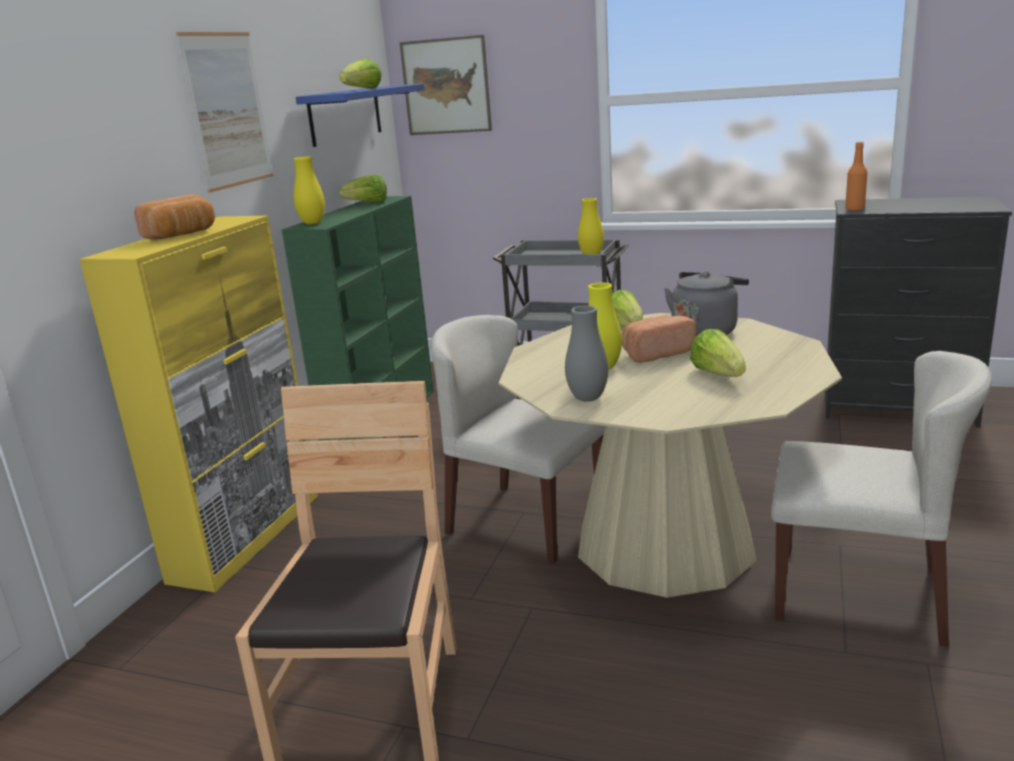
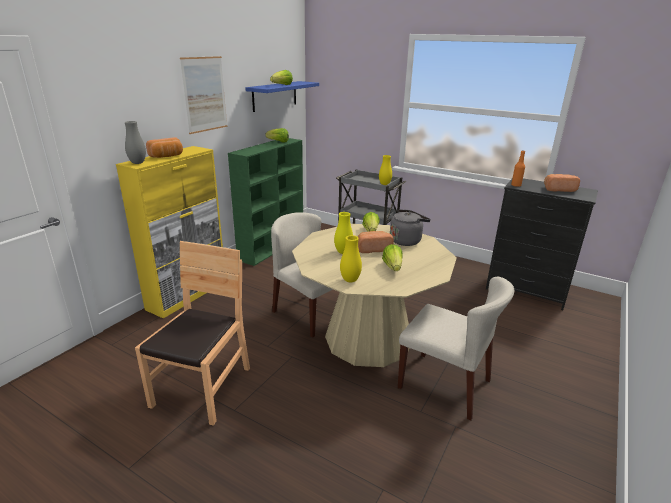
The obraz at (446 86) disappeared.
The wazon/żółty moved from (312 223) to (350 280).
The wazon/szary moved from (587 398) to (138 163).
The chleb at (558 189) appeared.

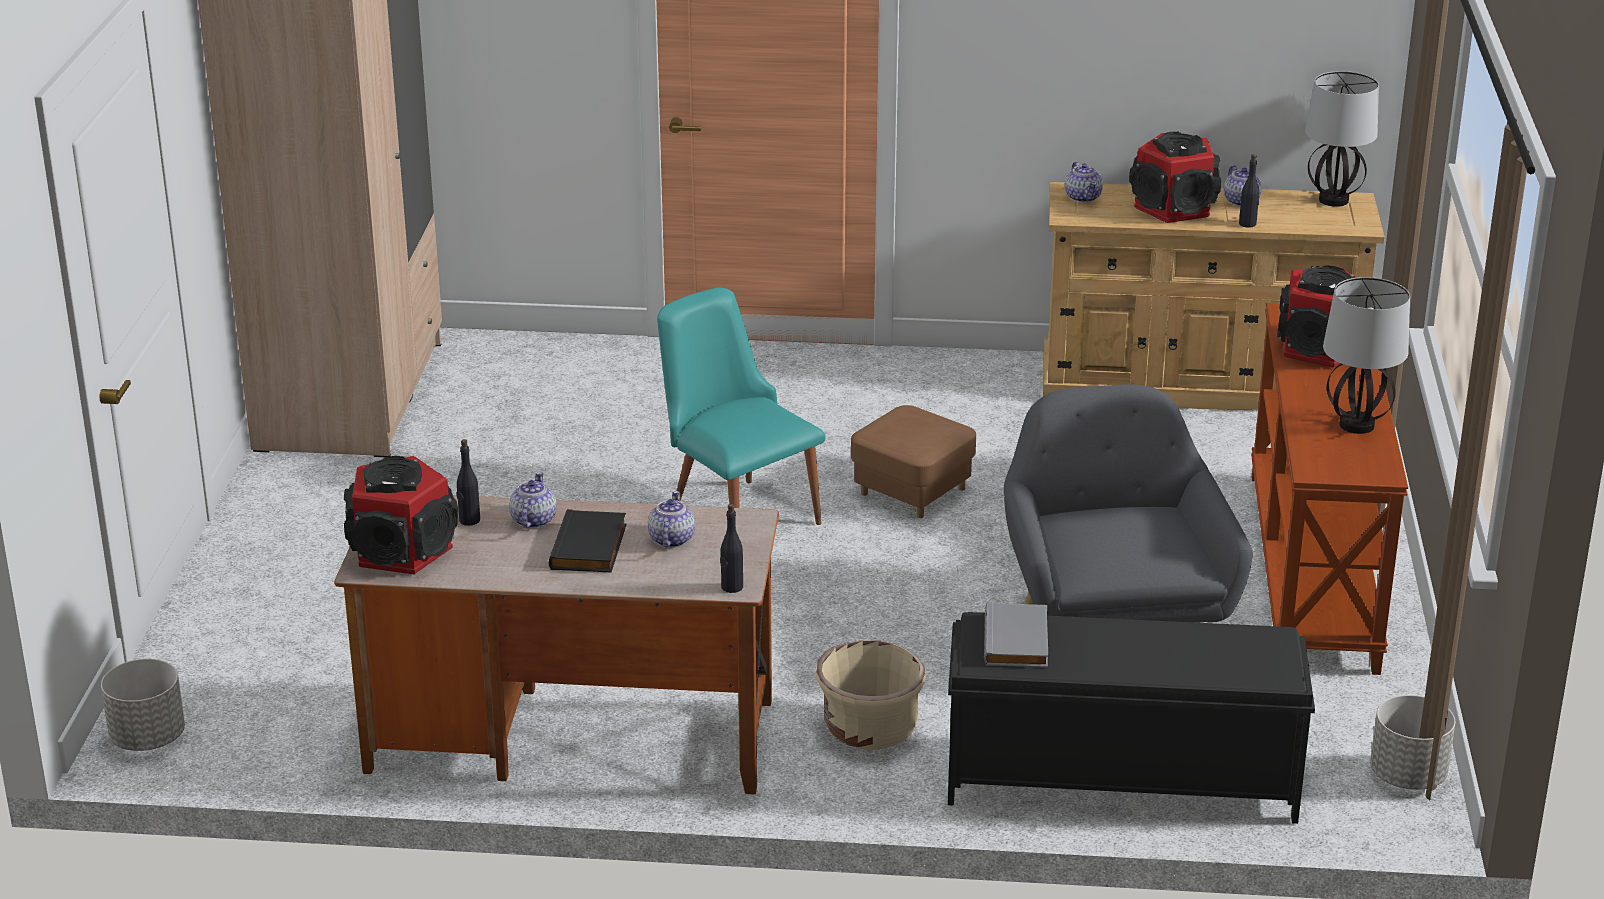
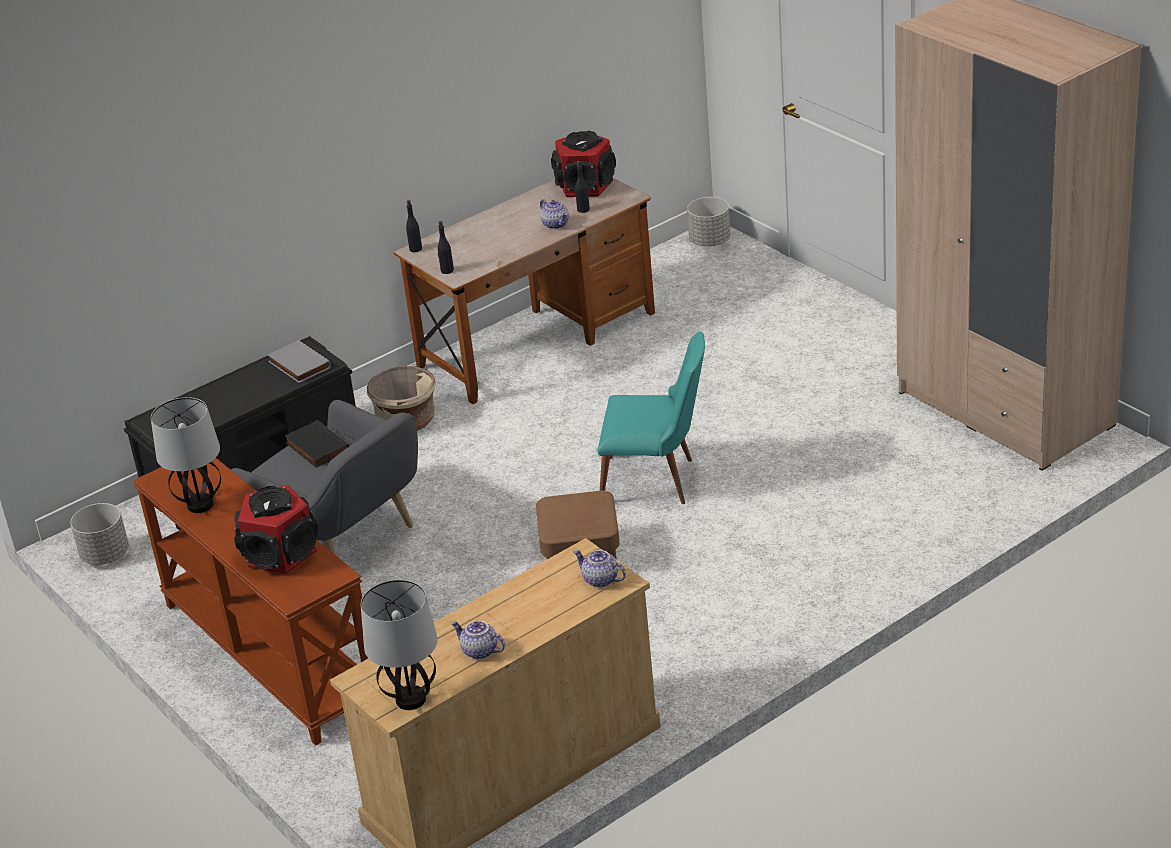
The głośnik at (1174 207) disappeared.
The butelka/czarny moved from (1247 224) to (447 271).
The imbryk at (670 539) disappeared.
The książka/czarny moved from (590 547) to (316 448).

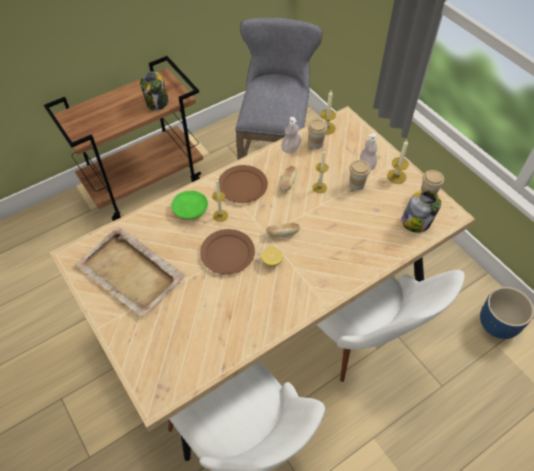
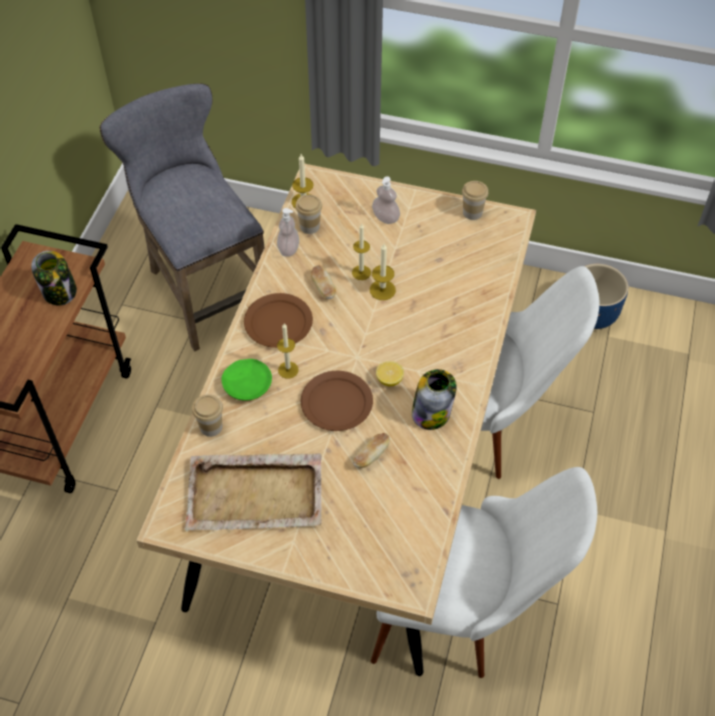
The świeca moved from (396 176) to (382 290).
The filiżanka moved from (356 184) to (211 427).
The słoik moved from (416 222) to (431 413).
The chleb moved from (282 233) to (371 455).

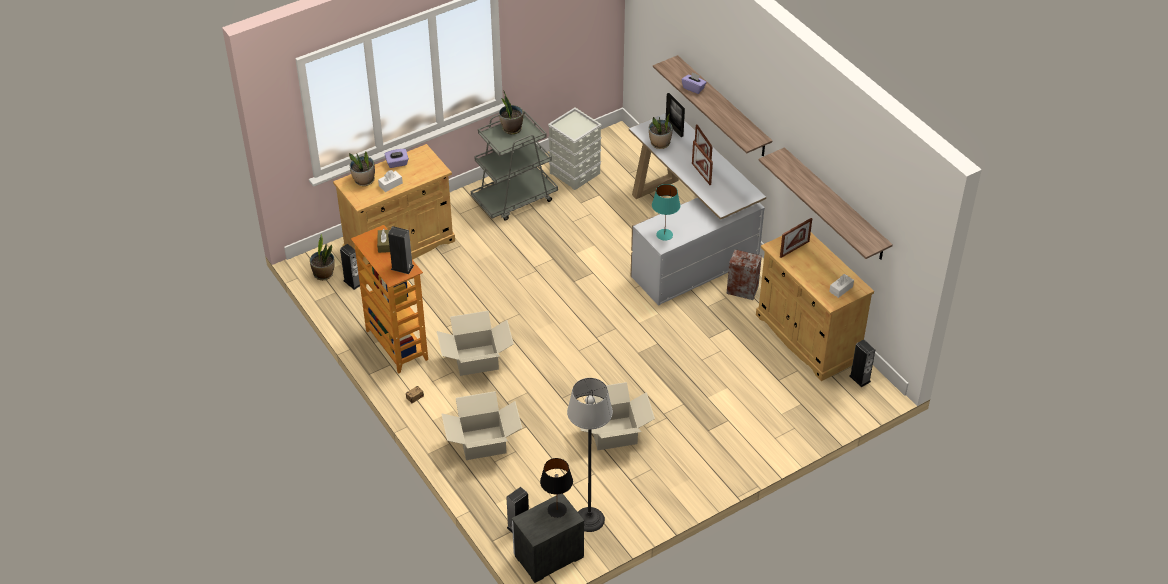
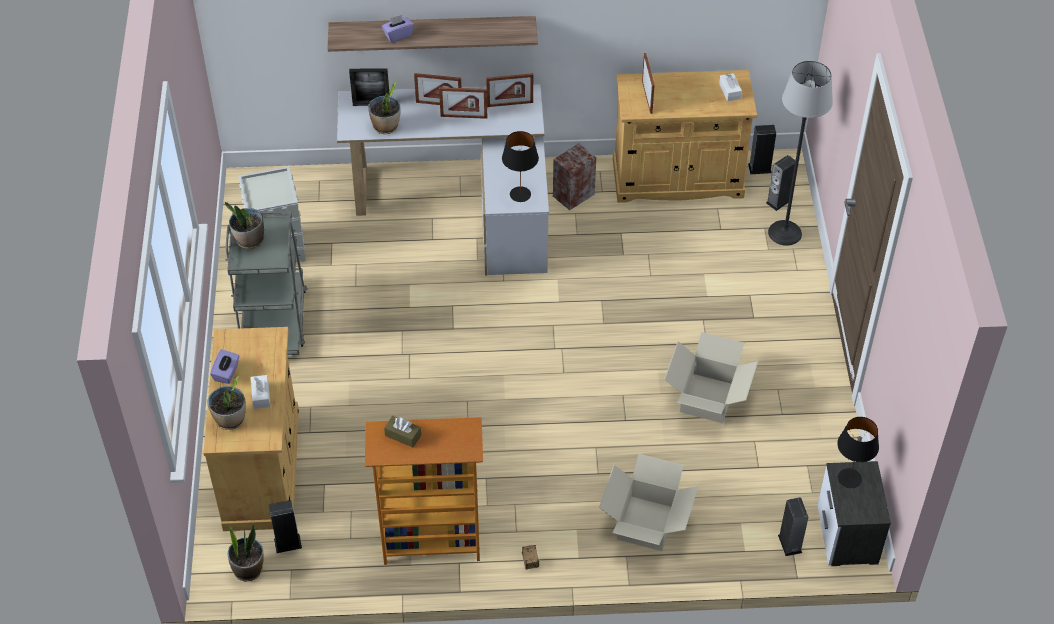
The półka at (835 205) disappeared.
The lampa stołowa/turkusowy at (664 234) became the lampa stołowa/czarny at (520 194).
The głośnik moved from (402 267) to (778 201).
The karton at (476 360) disappeared.
The lampa stojąca moved from (589 519) to (785 233).
The ramka na zdjęcie at (510 104) appeared.

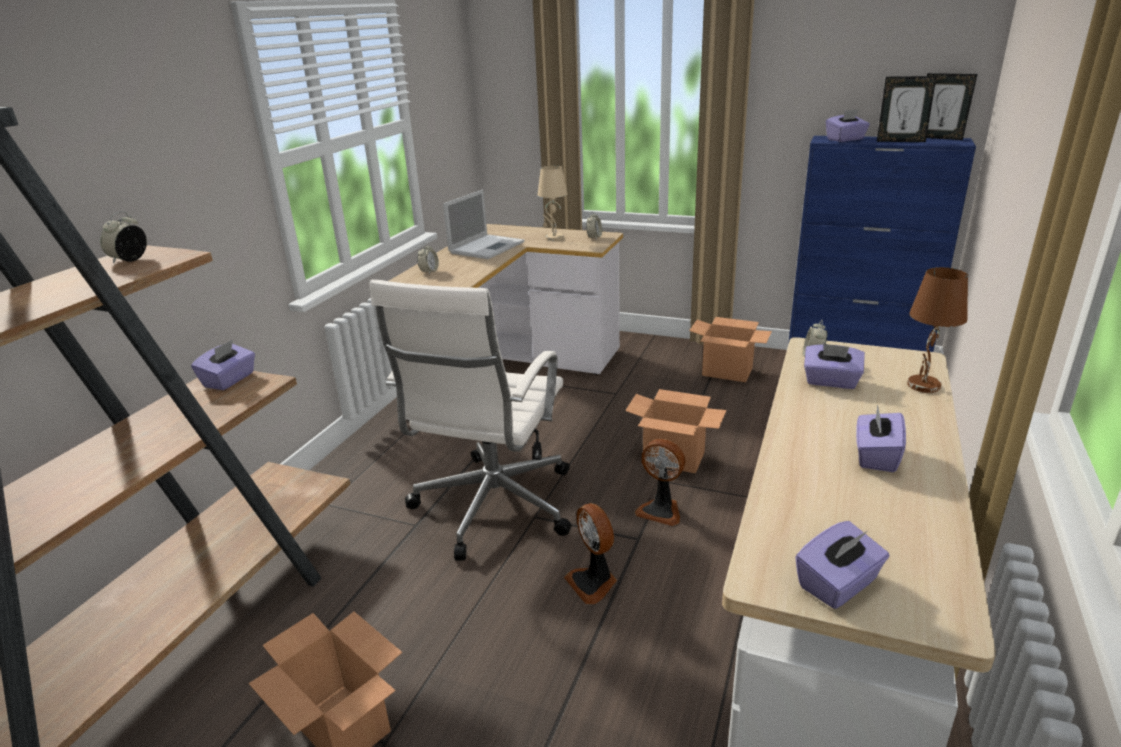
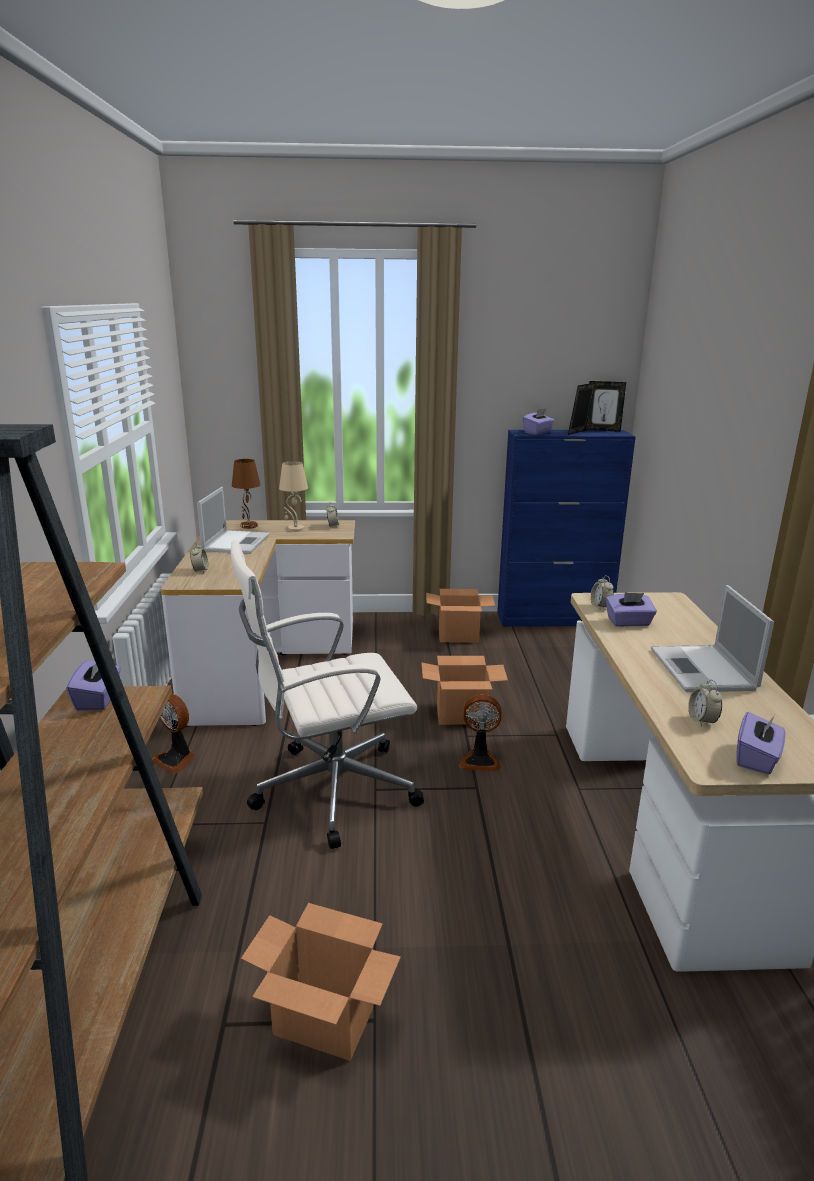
The ramka na zdjęcie at (900 141) turned 135 degrees clockwise.
The budzik moved from (130 260) to (702 720).
The lampa stołowa/brązowy moved from (924 386) to (249 526).
The krzesło biurowe/biały at (492 508) turned 75 degrees clockwise.
The pudełko chusteczek/fioletowy at (875 456) was replaced by the laptop at (703 670).
The wentylator moved from (593 583) to (176 759).

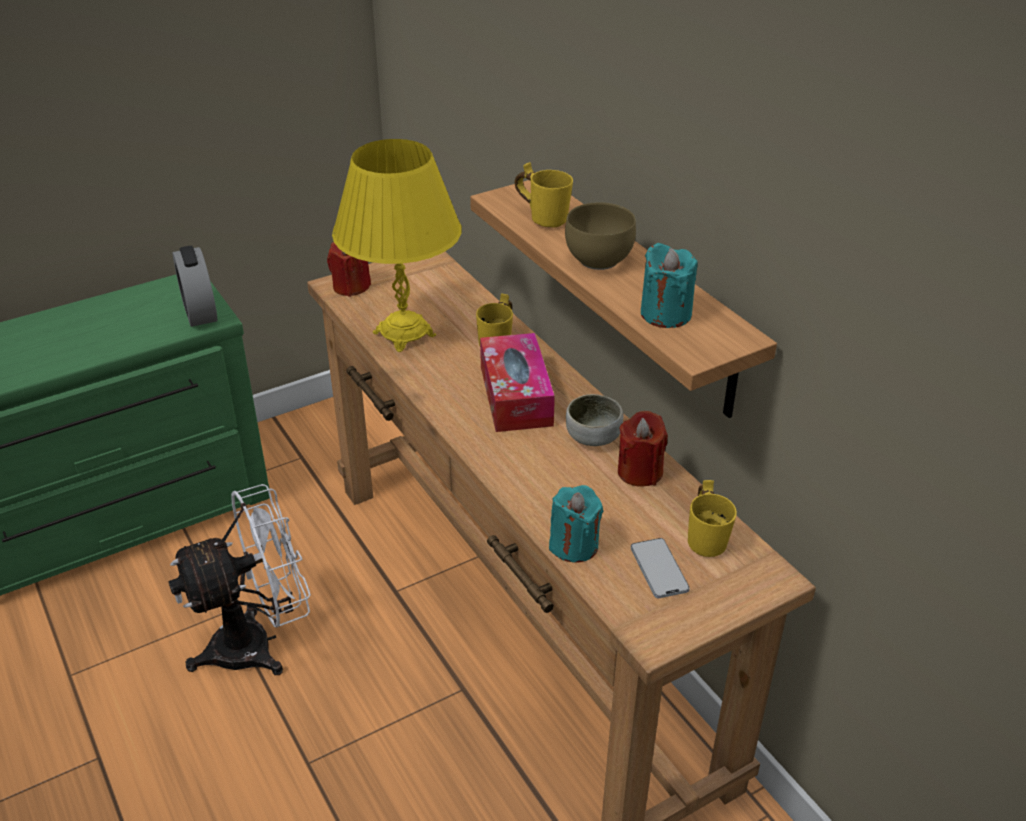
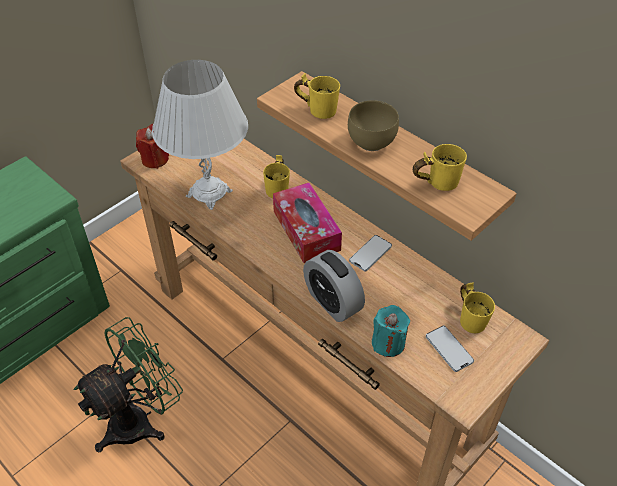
The lampa stołowa/żółty at (404 334) became the lampa stołowa/biały at (209 193).
The świeca/turkusowy at (665 314) was replaced by the kubek/żółty at (435 182).
The budzik moved from (200 312) to (332 302).
The miska at (593 436) was replaced by the telefon at (370 253).
The świeca/czerwony at (640 472) disappeared.
The wentylator/biały at (258 644) became the wentylator/zielony at (140 420).

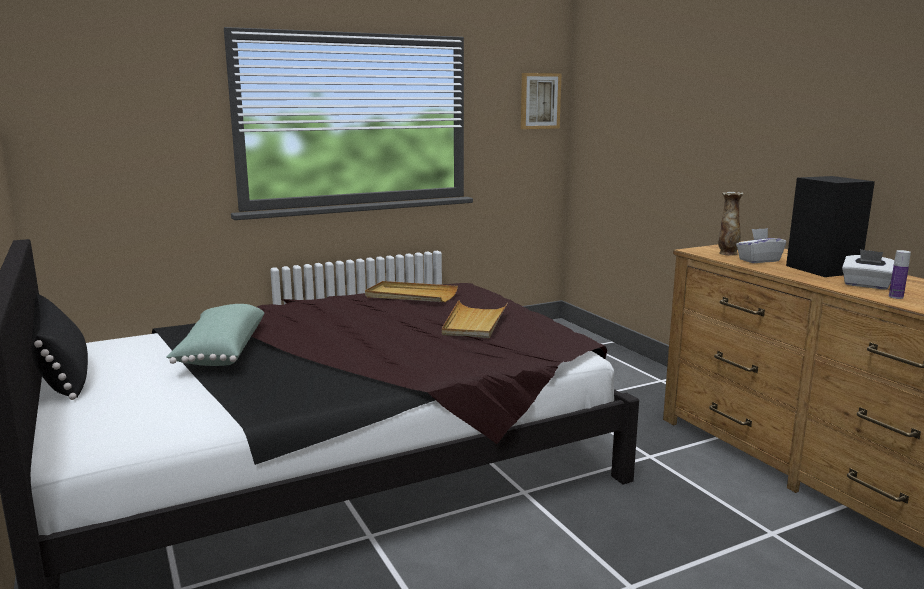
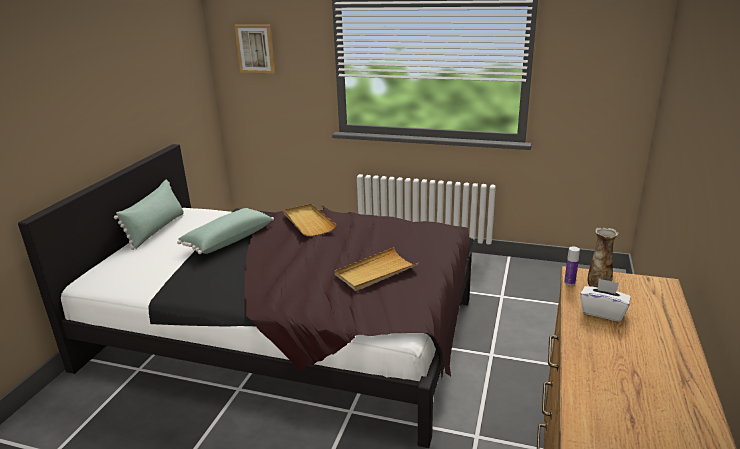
The obraz moved from (539 101) to (255 48).
The głośnik/czarny at (824 270) disappeared.
The pudełko chusteczek/biały at (866 285) disappeared.
The butelka moved from (895 297) to (569 282).
The taca/beżowy moved from (411 295) to (308 222).
The poduszka/czarny at (63 374) became the poduszka/zielony at (156 230).

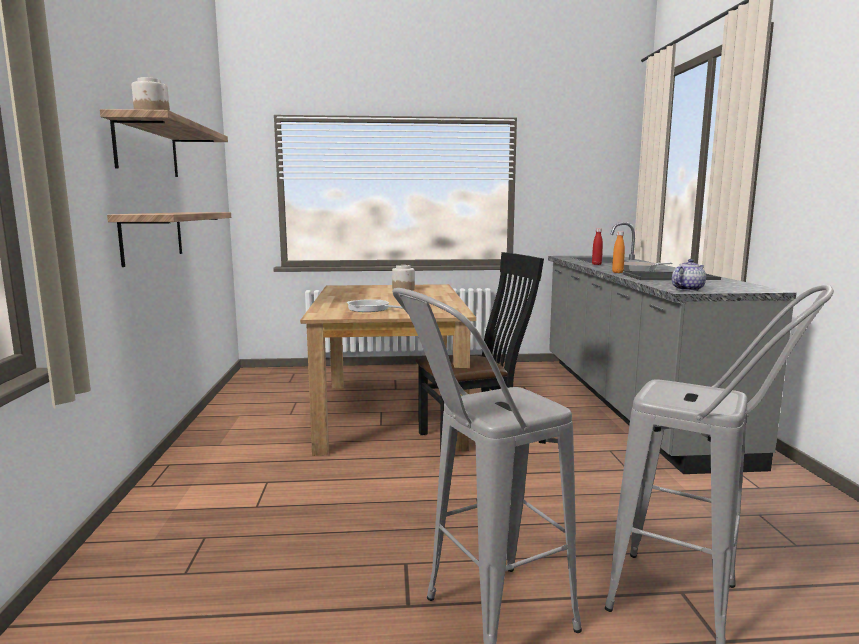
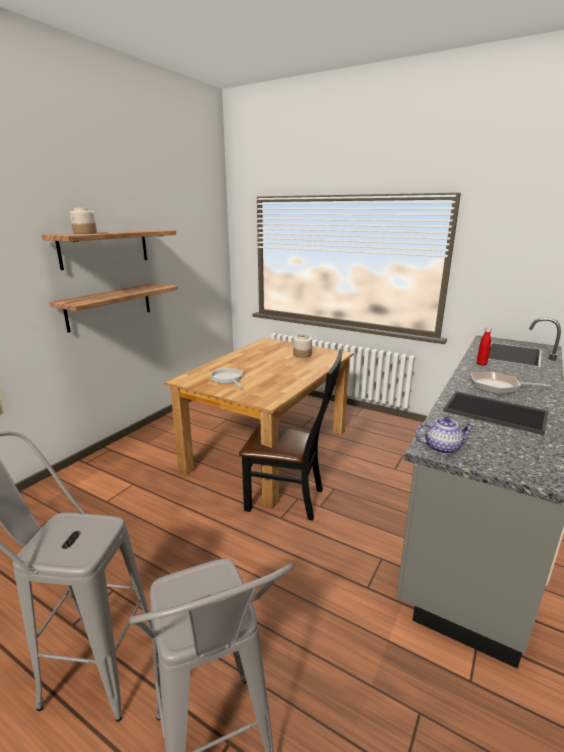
The butelka/pomarańczowy at (617 272) disappeared.

